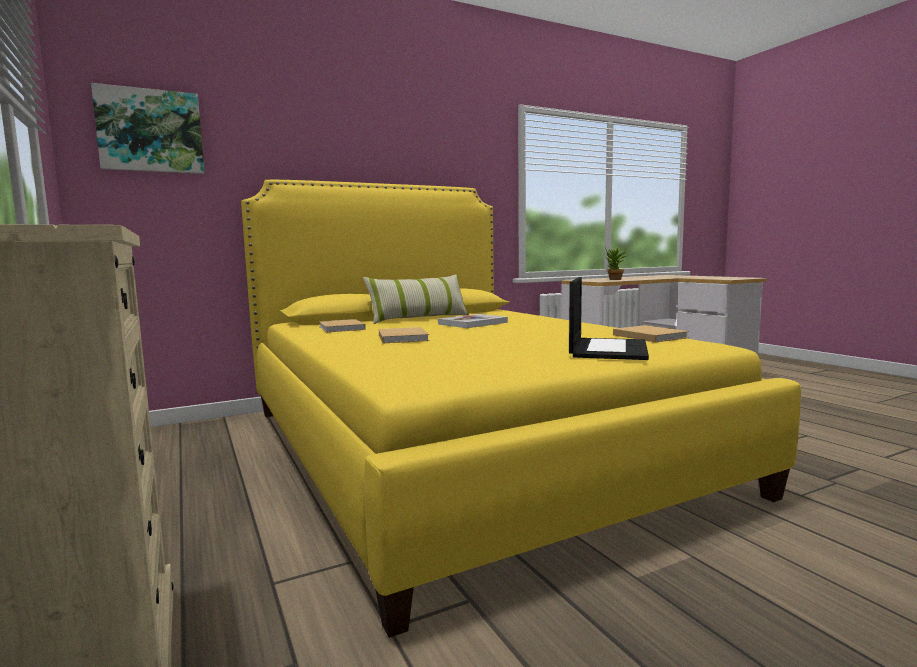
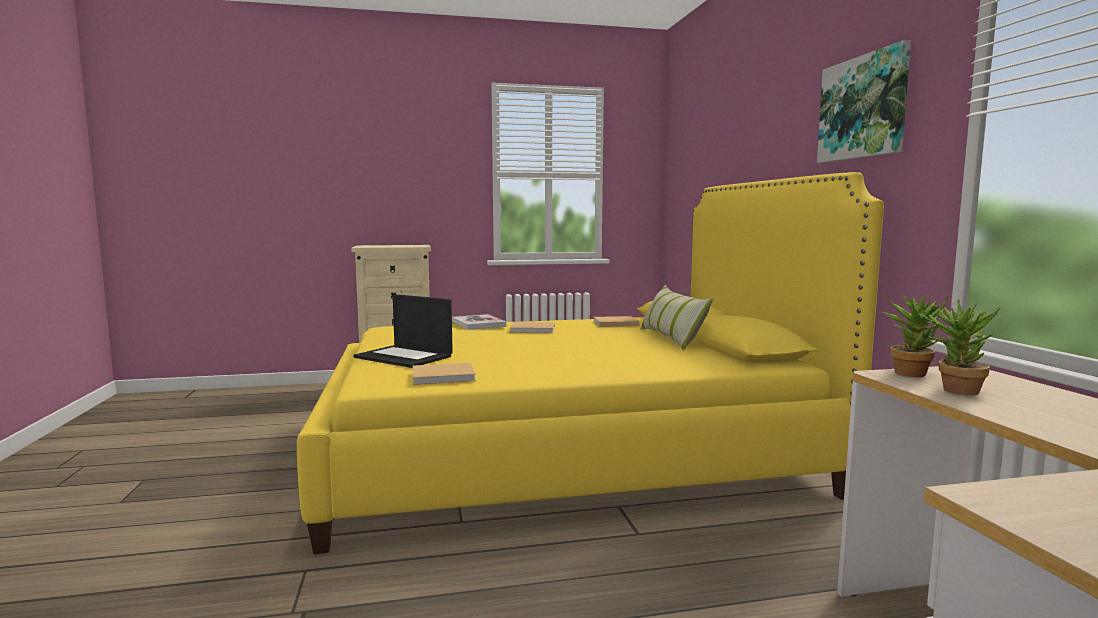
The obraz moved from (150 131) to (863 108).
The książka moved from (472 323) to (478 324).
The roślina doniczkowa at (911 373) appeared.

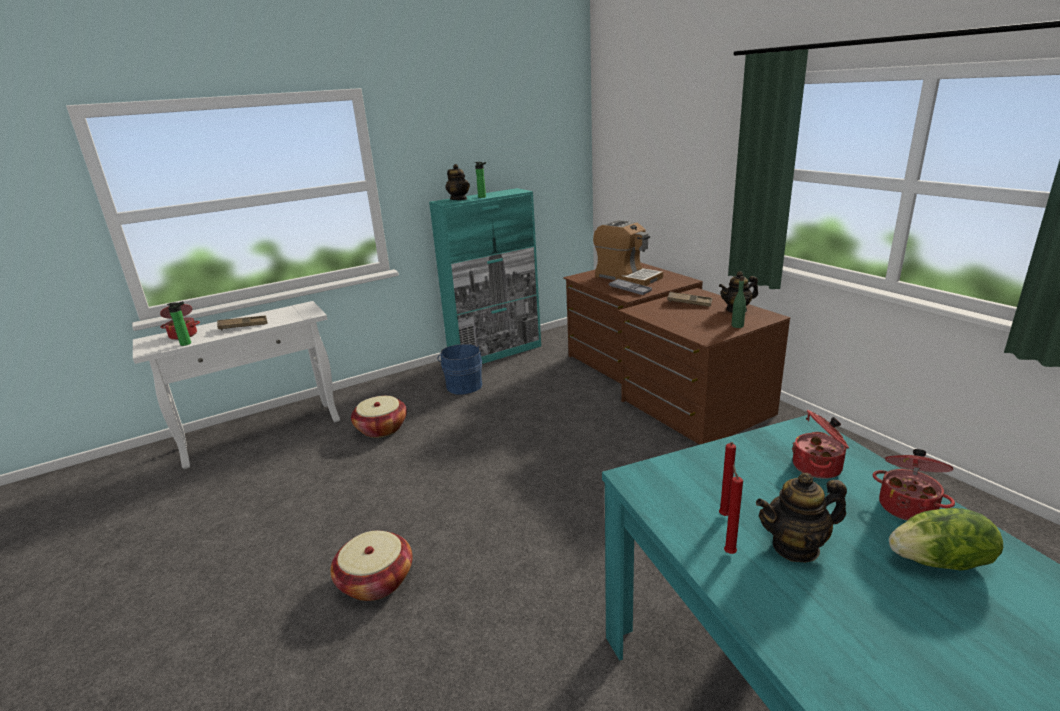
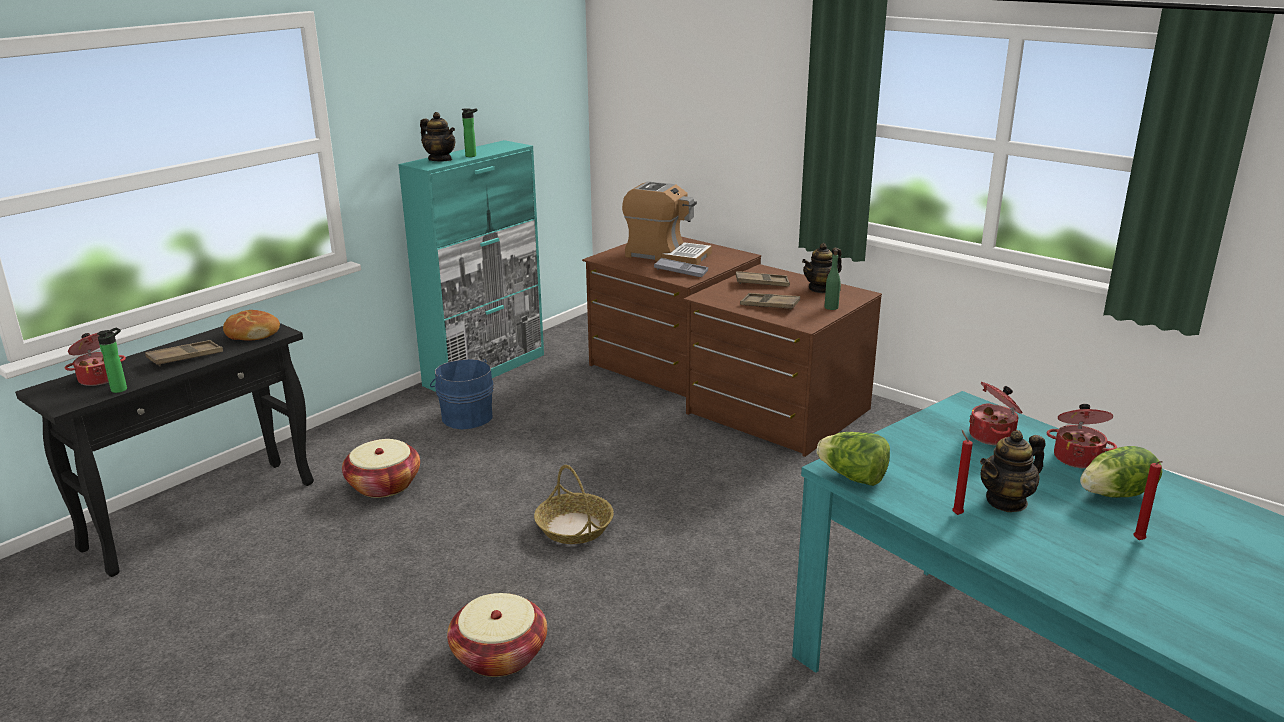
The stolik konsolowy/biały at (263 433) became the stolik konsolowy/czarny at (203 514).
The świeca/czerwony moved from (724 517) to (1139 541).
The taca/brązowy at (769 305) appeared.
The chleb at (252 334) appeared.
The sałata at (853 477) appeared.
The koszyk at (574 527) appeared.

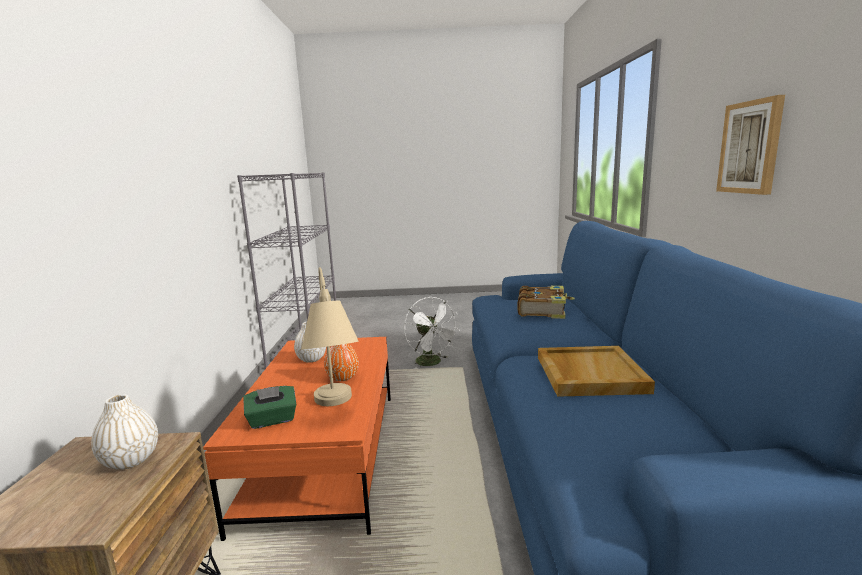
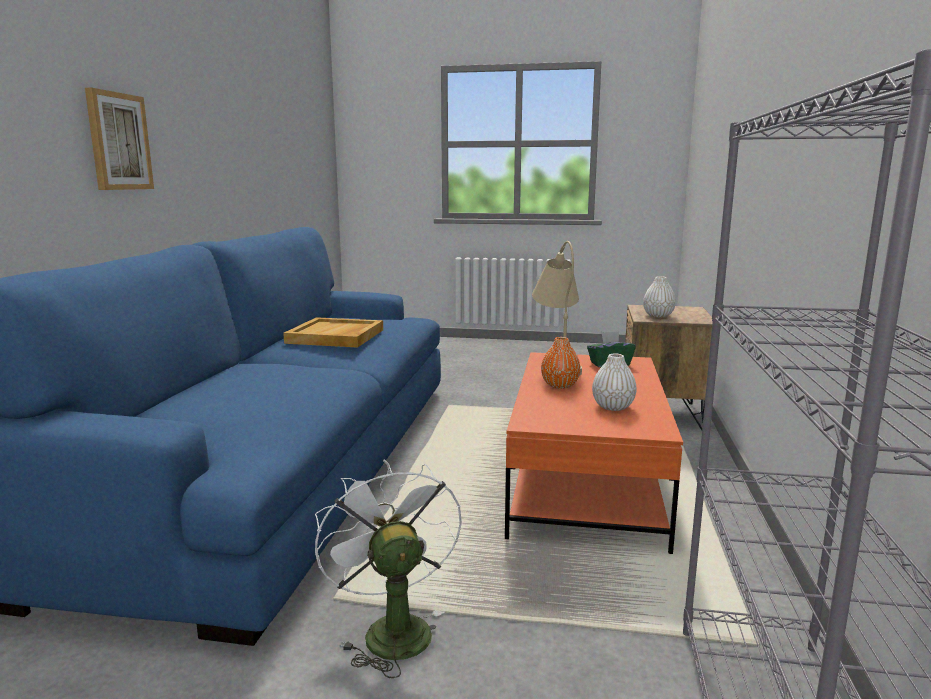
The książka at (543 310) disappeared.

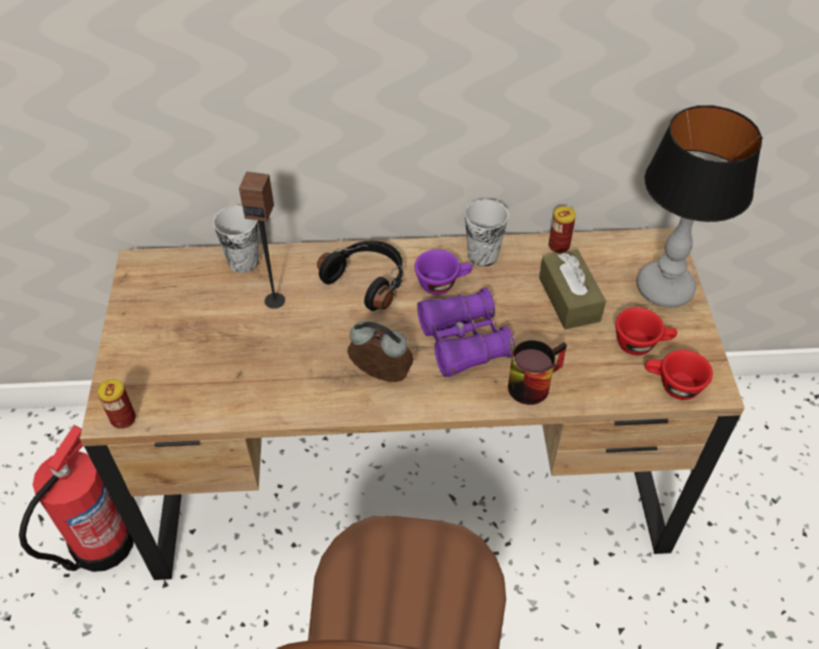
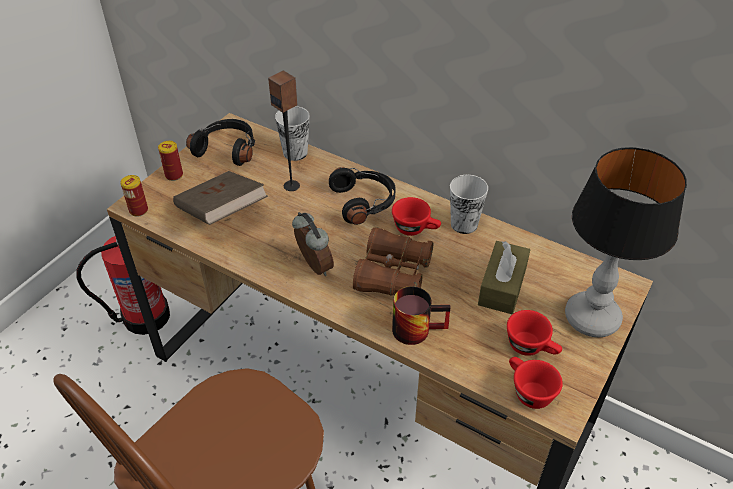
The puszka moved from (559 246) to (174 175).
The filiżanka/fioletowy at (443 283) became the filiżanka/czerwony at (416 229).
The lornetka/fioletowy at (463 342) became the lornetka/brązowy at (393 274).
The słuchawki/czarny at (227 149) appeared.
The książka/brązowy at (221 214) appeared.

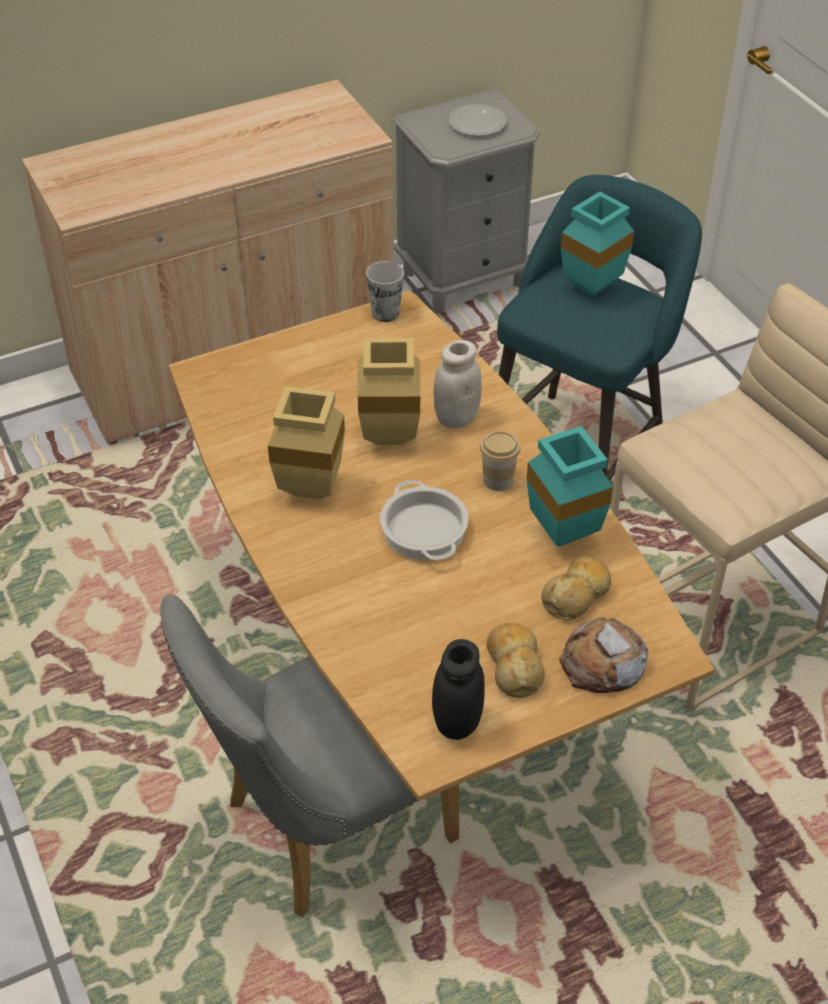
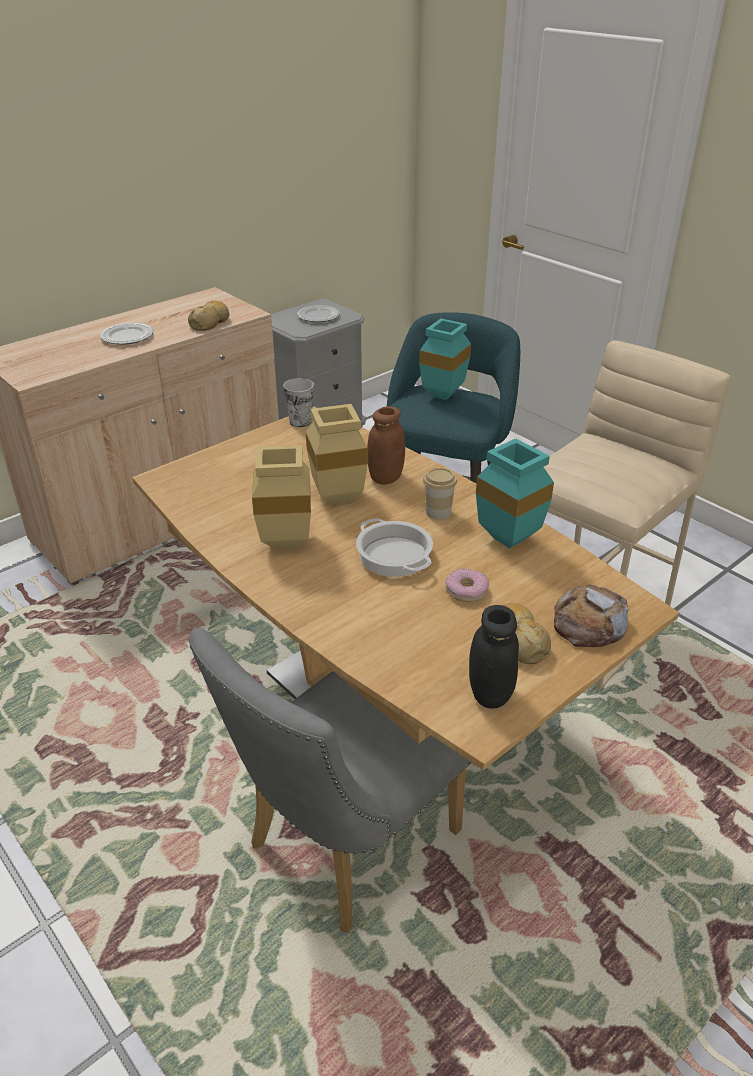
The słoik/biały at (456 418) became the słoik/brązowy at (385 477).
The chleb moved from (577 595) to (210 323).
The talerz at (127 337) appeared.
The donut at (466 590) appeared.

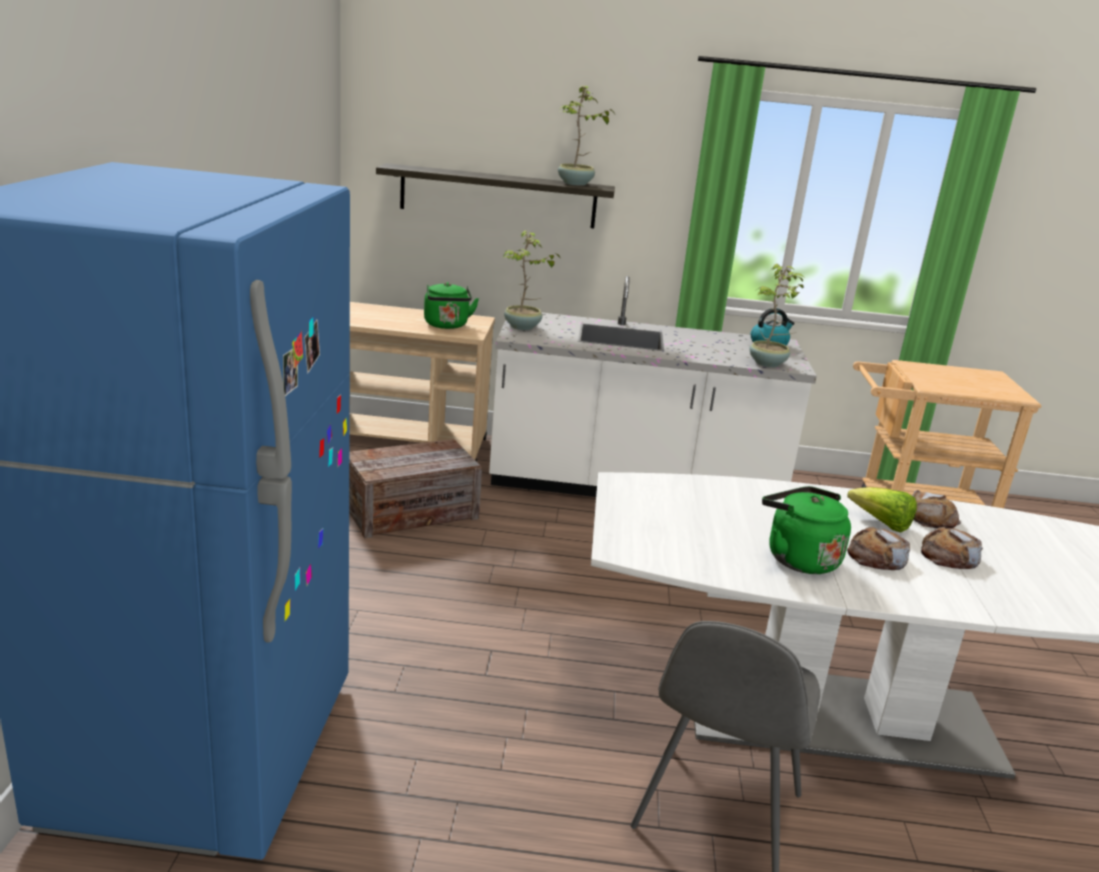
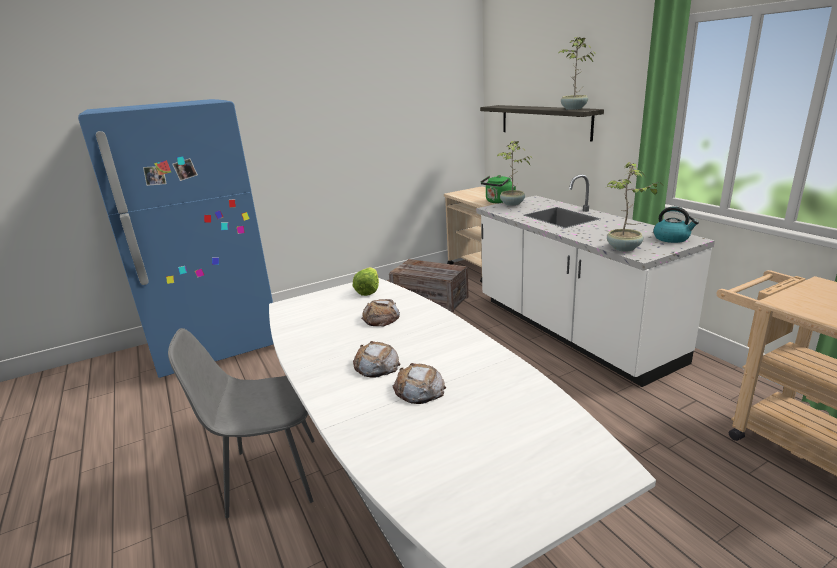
The czajnik/zielony at (798 558) disappeared.
The sałata moved from (881 524) to (368 290).
The chleb moved from (929 517) to (381 318).

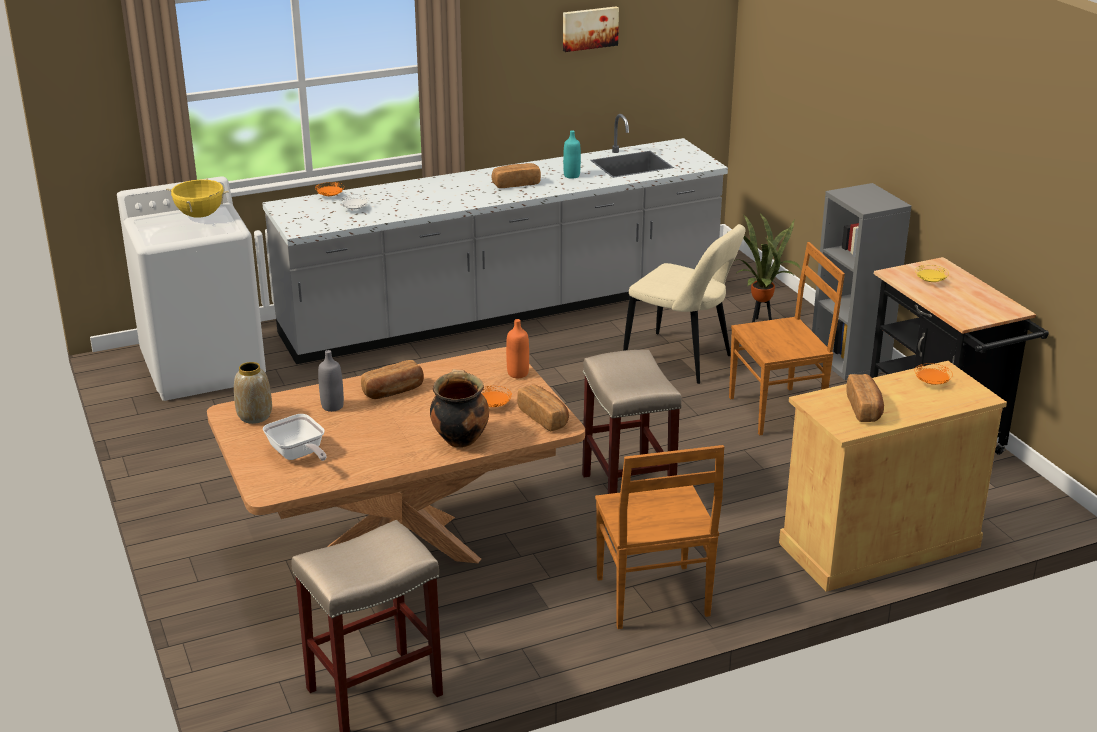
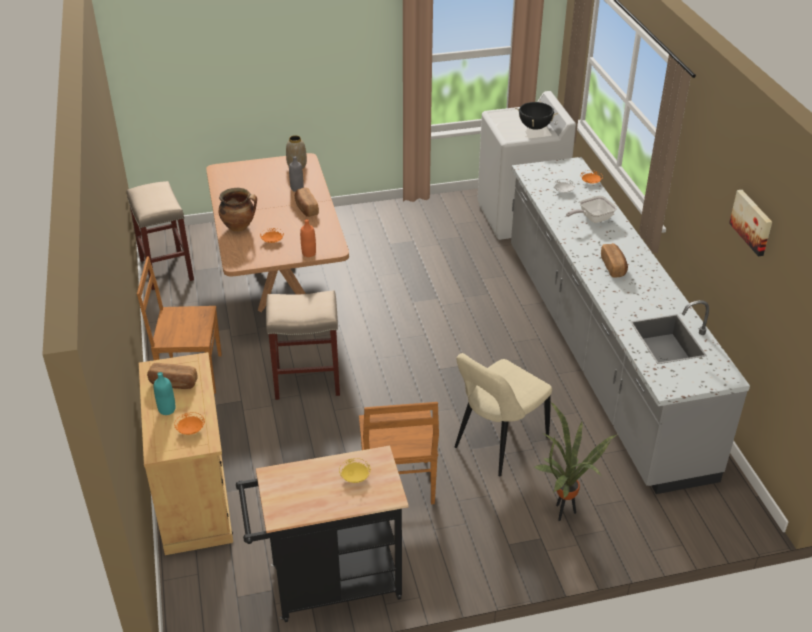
The butelka/turkusowy moved from (571 175) to (167 409).
The garnek/żółty at (200 215) became the garnek/czarny at (535 127).
The regał/szary at (850 361) disappeared.
The chleb at (544 417) disappeared.
The patelnia moved from (298 455) to (592 219).

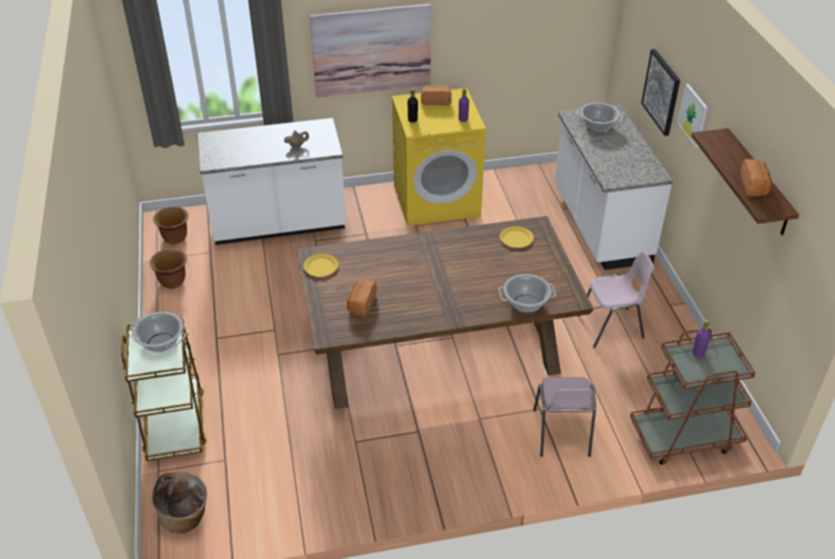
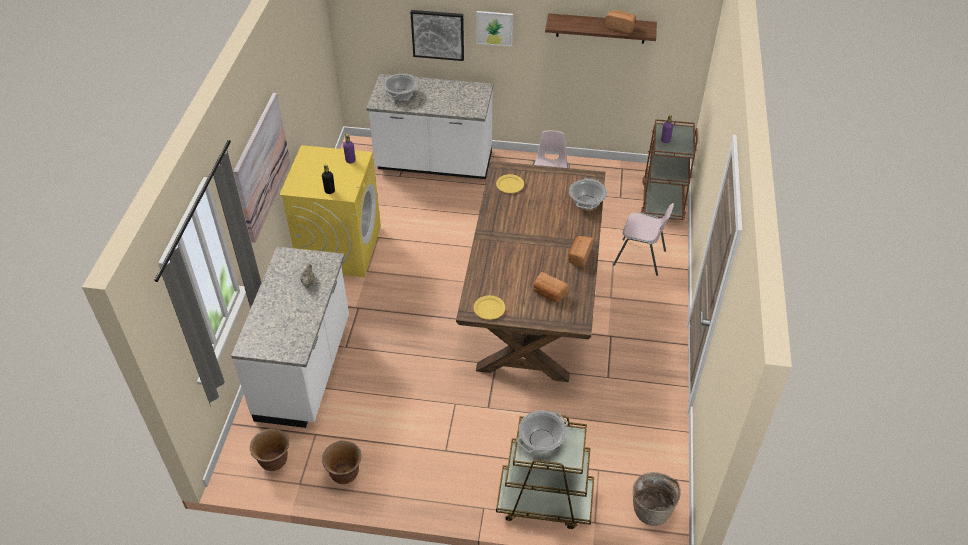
The chleb moved from (436 101) to (579 256).

